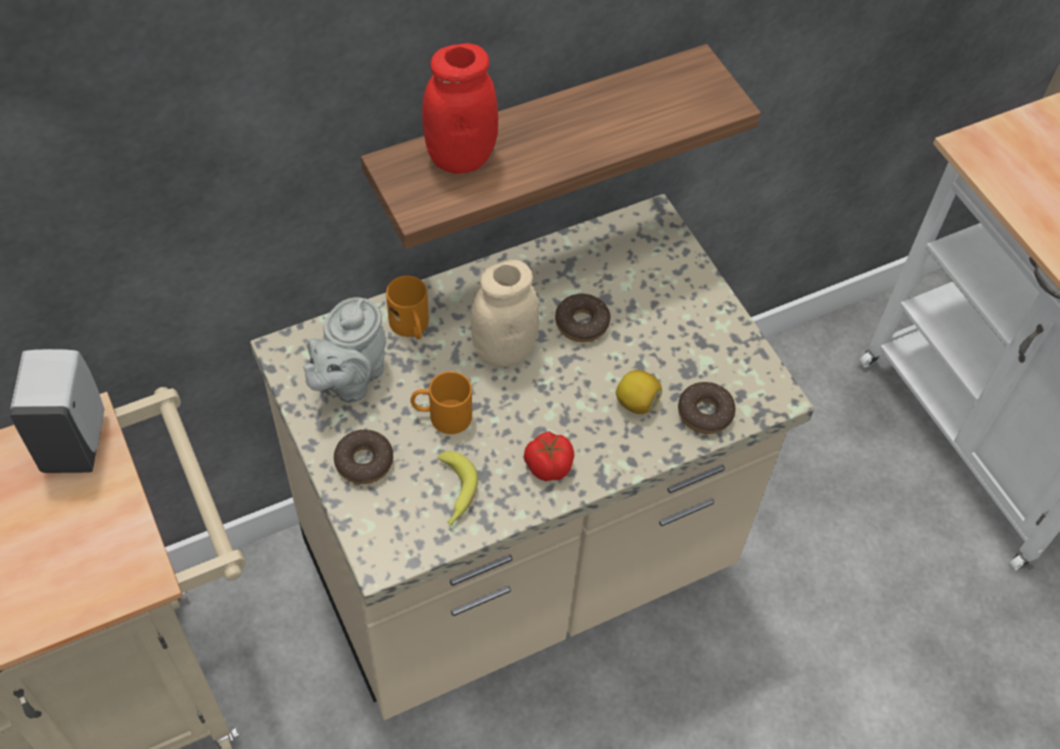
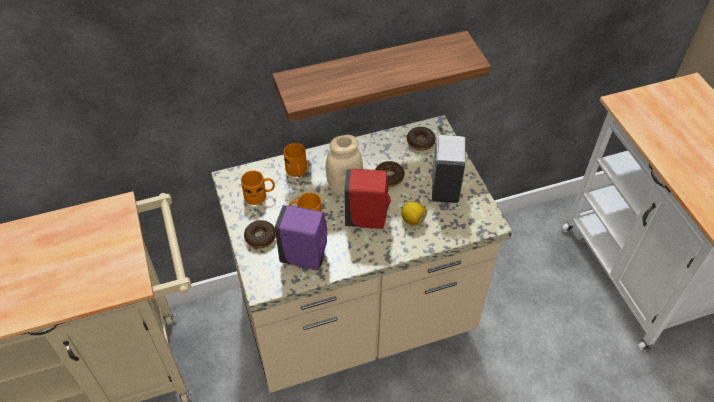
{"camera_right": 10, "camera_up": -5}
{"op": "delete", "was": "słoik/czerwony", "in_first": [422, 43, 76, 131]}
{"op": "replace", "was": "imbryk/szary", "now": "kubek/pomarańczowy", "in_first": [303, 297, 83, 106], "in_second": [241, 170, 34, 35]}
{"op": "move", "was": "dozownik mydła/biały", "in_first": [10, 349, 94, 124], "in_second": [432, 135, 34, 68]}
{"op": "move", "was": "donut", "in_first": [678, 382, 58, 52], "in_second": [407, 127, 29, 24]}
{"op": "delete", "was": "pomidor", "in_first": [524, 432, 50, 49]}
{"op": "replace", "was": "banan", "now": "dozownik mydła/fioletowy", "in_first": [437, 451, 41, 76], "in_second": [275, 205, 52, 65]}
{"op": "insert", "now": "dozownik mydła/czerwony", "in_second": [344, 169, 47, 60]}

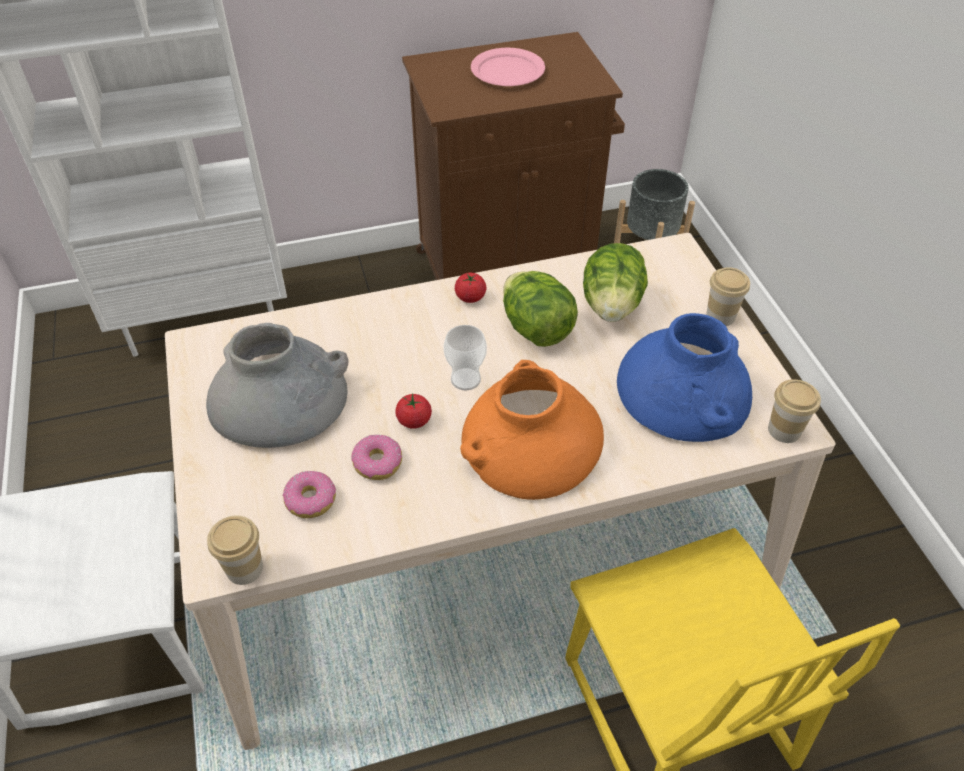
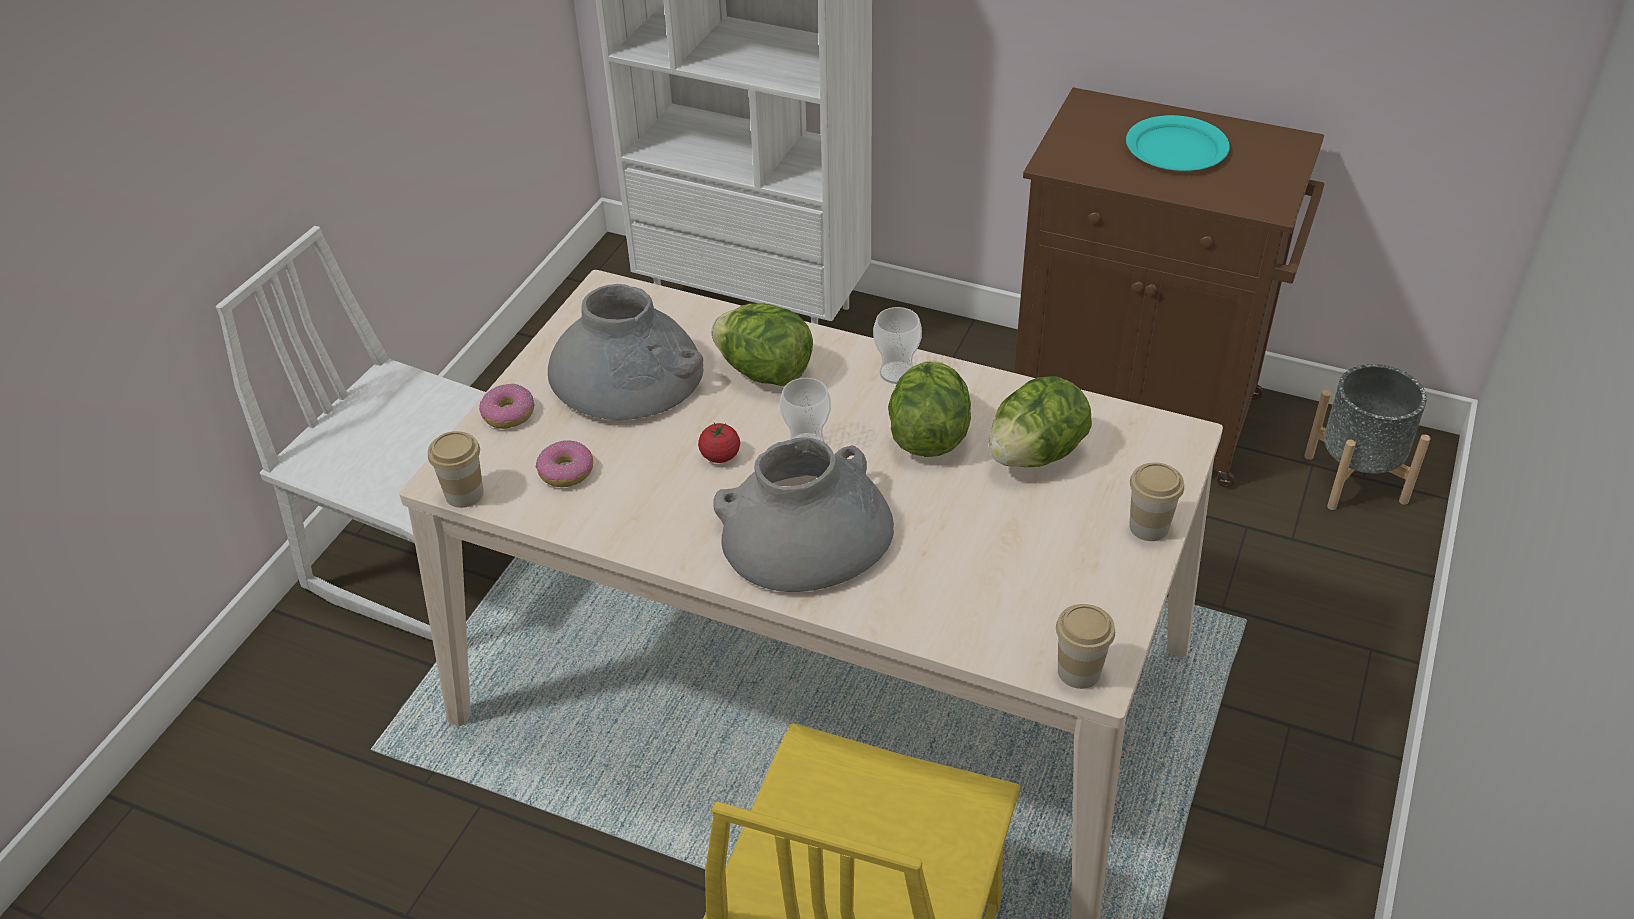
{"camera_right": 40, "camera_up": -5}
{"op": "recolor", "was": "talerz/różowy", "now": "talerz/turkusowy", "in_first": [471, 48, 74, 38], "in_second": [1126, 115, 104, 56]}
{"op": "replace", "was": "pomidor", "now": "filiżanka", "in_first": [455, 273, 31, 30], "in_second": [873, 307, 49, 77]}
{"op": "delete", "was": "wazon/niebieski", "in_first": [617, 313, 135, 129]}
{"op": "recolor", "was": "wazon/pomarańczowy", "now": "wazon/szary", "in_first": [460, 360, 144, 140], "in_second": [713, 437, 181, 155]}
{"op": "move", "was": "donut", "in_first": [351, 434, 51, 46], "in_second": [479, 383, 56, 46]}
{"op": "insert", "now": "sałata", "in_second": [711, 303, 102, 83]}

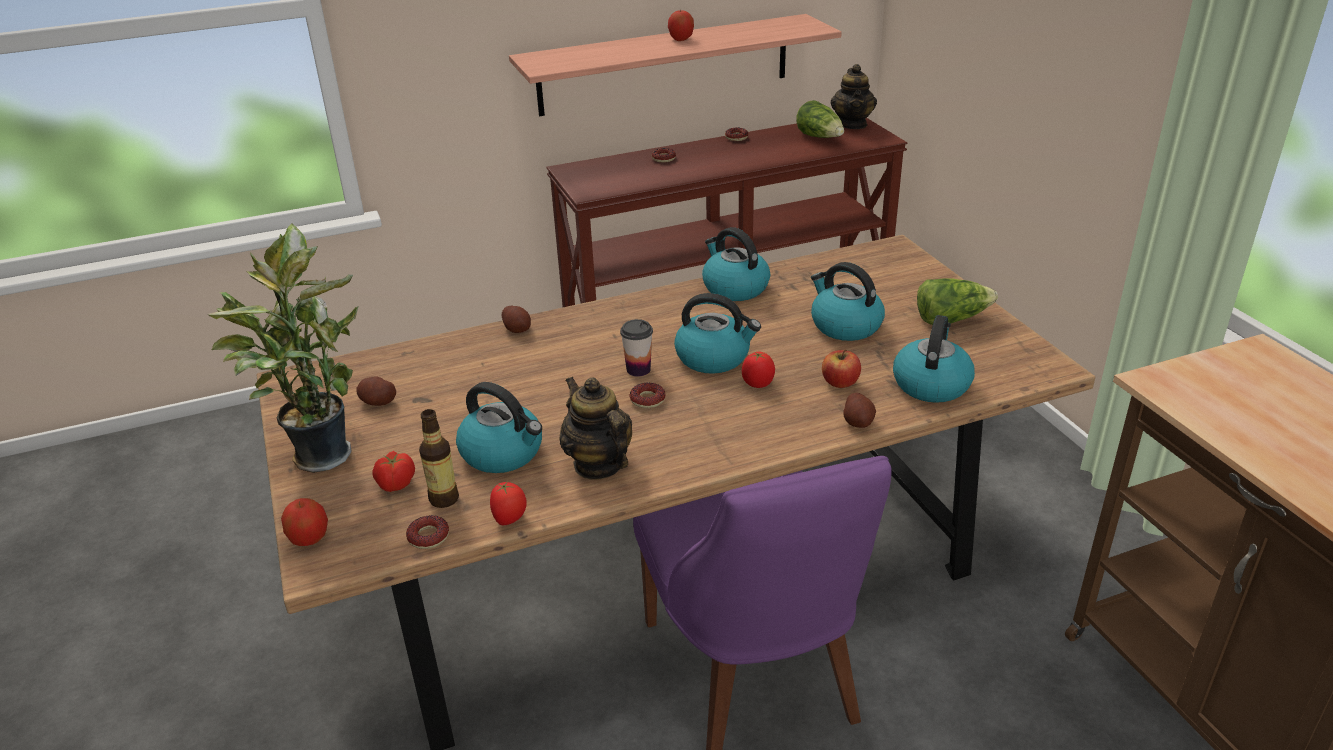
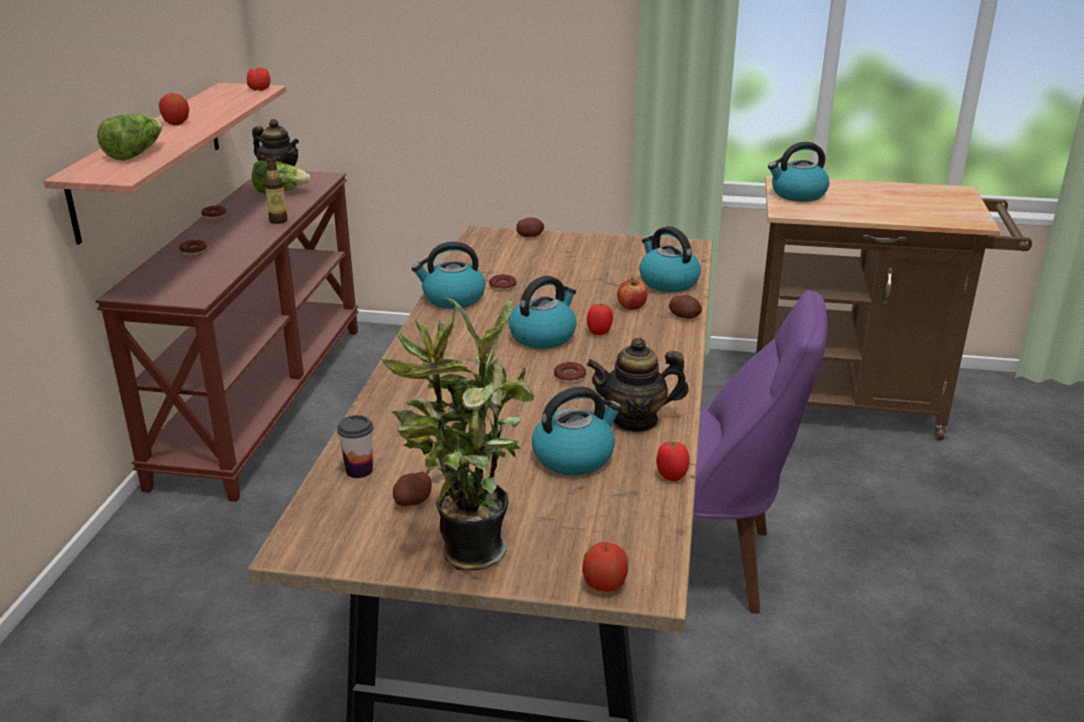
{"camera_right": -60, "camera_up": -5}
{"op": "move", "was": "czajnik", "in_first": [811, 262, 74, 79], "in_second": [768, 142, 62, 60]}
{"op": "move", "was": "sałata", "in_first": [917, 278, 81, 47], "in_second": [97, 114, 66, 47]}
{"op": "move", "was": "ziemniak", "in_first": [502, 306, 29, 27], "in_second": [516, 217, 28, 20]}
{"op": "move", "was": "filiżanka", "in_first": [620, 319, 33, 57], "in_second": [337, 415, 36, 63]}
{"op": "move", "was": "butelka", "in_first": [419, 409, 40, 99], "in_second": [265, 157, 23, 67]}
{"op": "move", "was": "pomidor", "in_first": [373, 451, 42, 41], "in_second": [247, 67, 23, 24]}
{"op": "move", "was": "donut", "in_first": [406, 515, 43, 34], "in_second": [489, 275, 28, 16]}

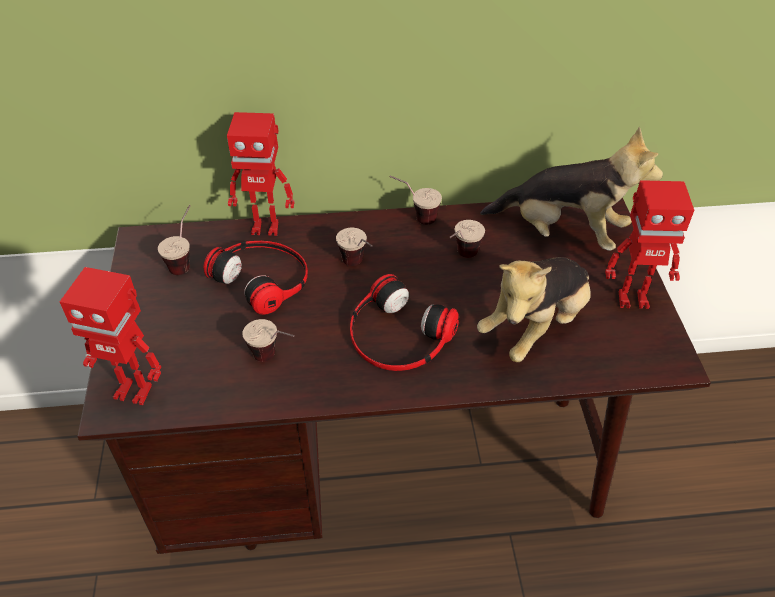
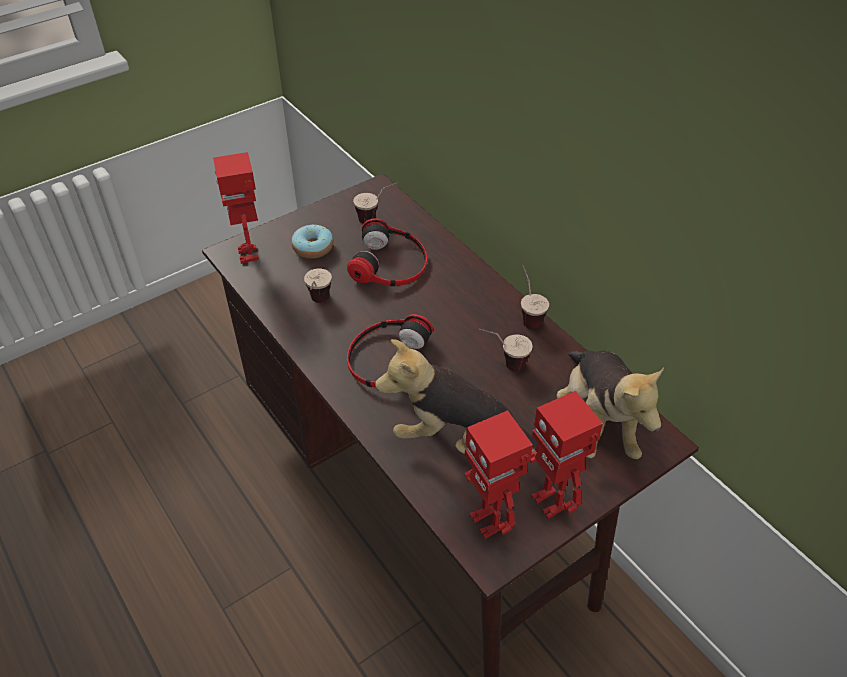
{"camera_right": 60, "camera_up": 0}
{"op": "move", "was": "robot zabawkowy", "in_first": [227, 112, 68, 124], "in_second": [464, 410, 69, 129]}
{"op": "delete", "was": "filiżanka", "in_first": [336, 228, 37, 38]}
{"op": "insert", "now": "donut", "in_second": [292, 225, 41, 33]}

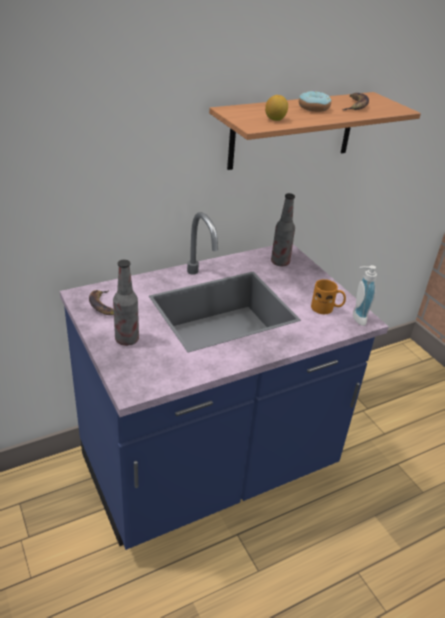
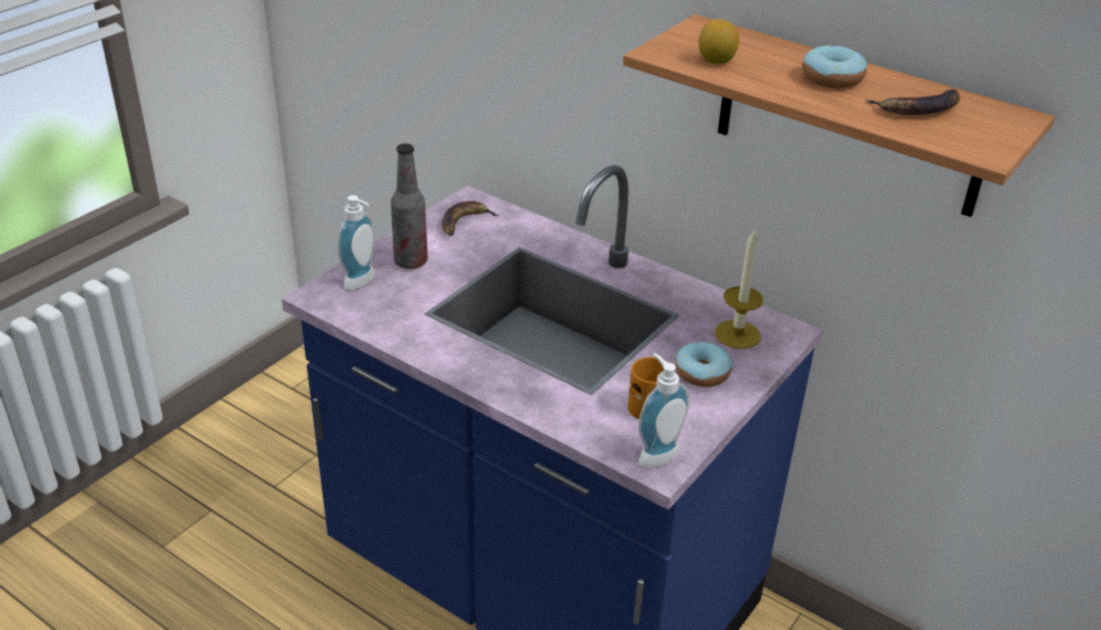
{"camera_right": 65, "camera_up": 0}
{"op": "replace", "was": "butelka", "now": "świeca", "in_first": [271, 193, 24, 73], "in_second": [715, 229, 49, 120]}
{"op": "insert", "now": "dozownik mydła", "in_second": [337, 195, 38, 96]}
{"op": "insert", "now": "donut", "in_second": [675, 342, 57, 45]}

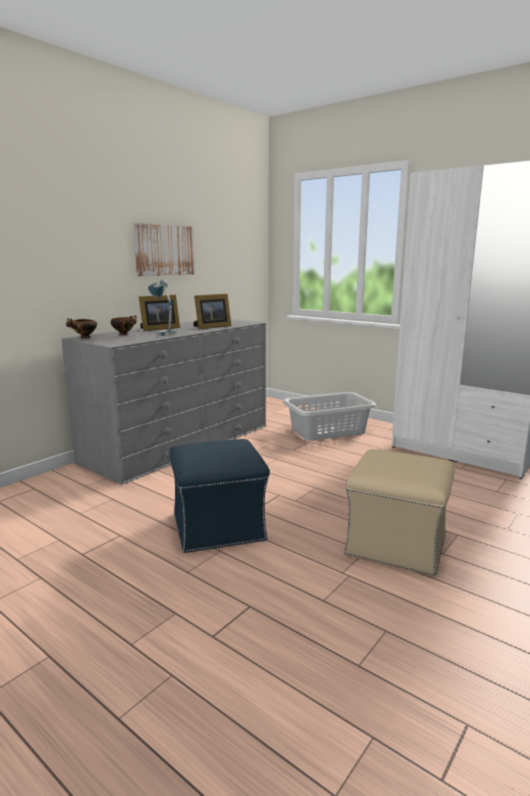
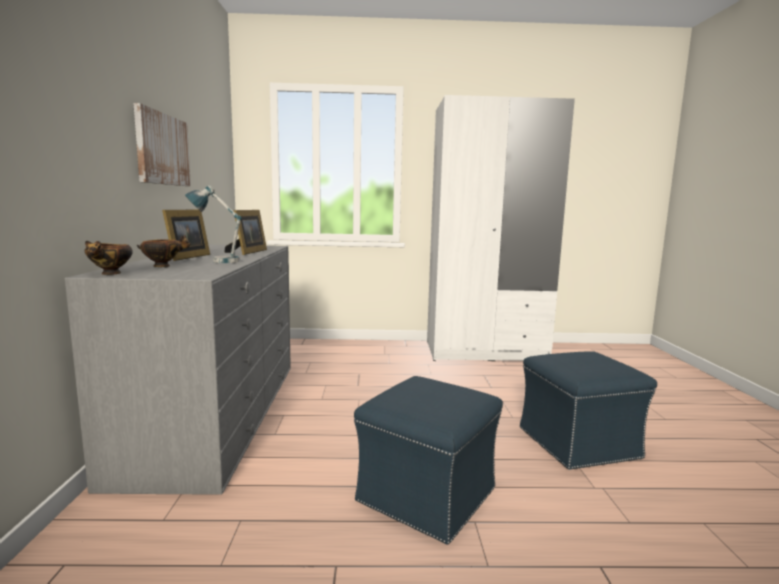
{"camera_right": -40, "camera_up": -5}
{"op": "delete", "was": "kosz na pranie/szary", "in_first": [283, 392, 93, 49]}
{"op": "recolor", "was": "pufa/beżowy", "now": "pufa/niebieski", "in_first": [344, 449, 111, 127], "in_second": [520, 351, 137, 119]}

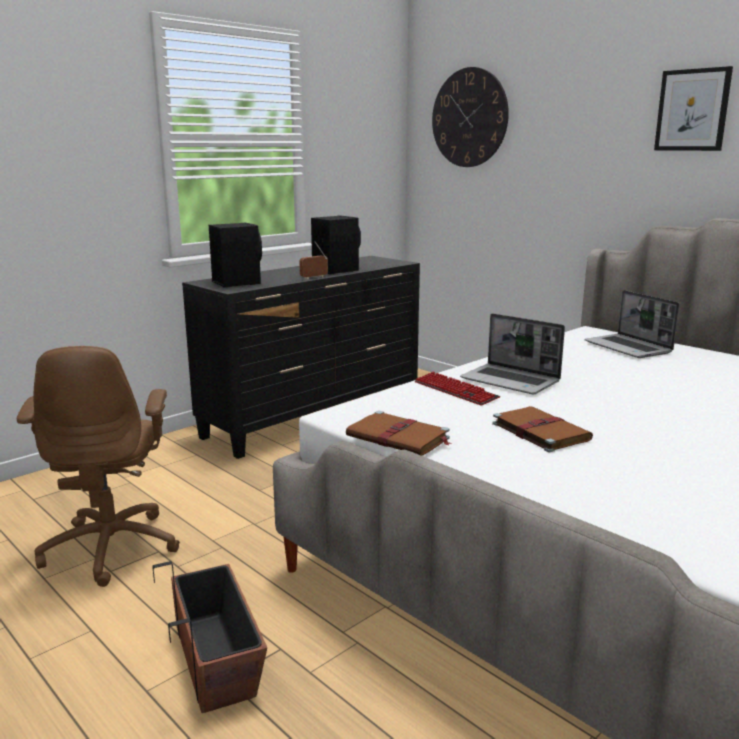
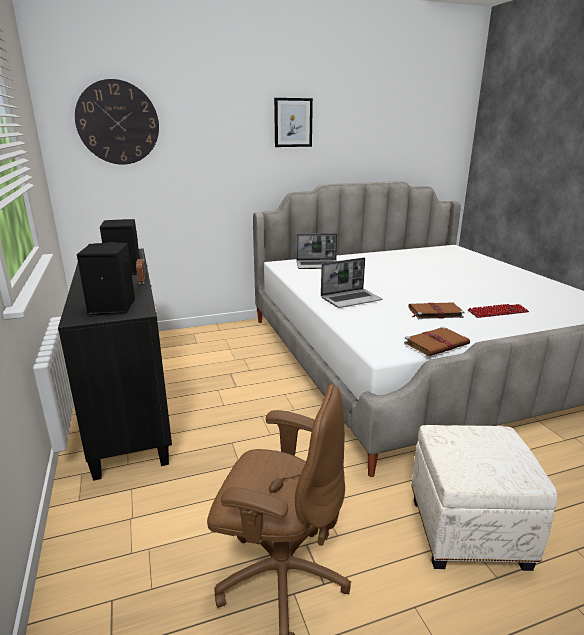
{"camera_right": -65, "camera_up": 5}
{"op": "move", "was": "klawiatura", "in_first": [415, 372, 85, 34], "in_second": [468, 304, 61, 14]}
{"op": "replace", "was": "donica", "now": "pufa/biały", "in_first": [152, 561, 115, 152], "in_second": [411, 425, 147, 146]}

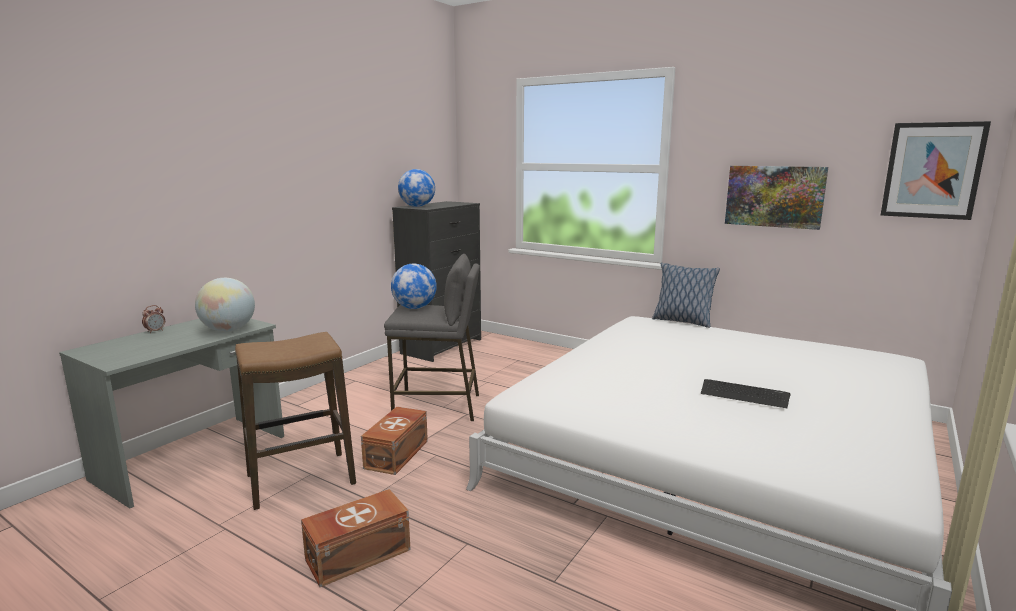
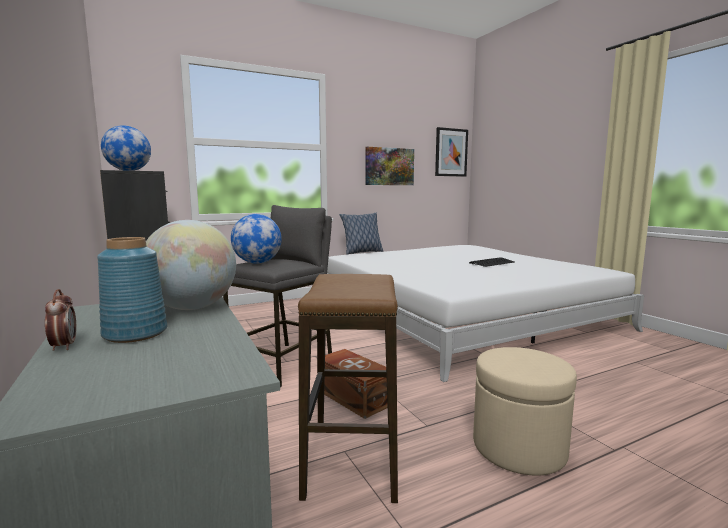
{"camera_right": -60, "camera_up": -5}
{"op": "replace", "was": "pojemnik do przechowywania/brązowy", "now": "pufa/beżowy", "in_first": [301, 489, 109, 98], "in_second": [473, 347, 104, 129]}
{"op": "insert", "now": "wazon/niebieski", "in_second": [97, 237, 70, 106]}

